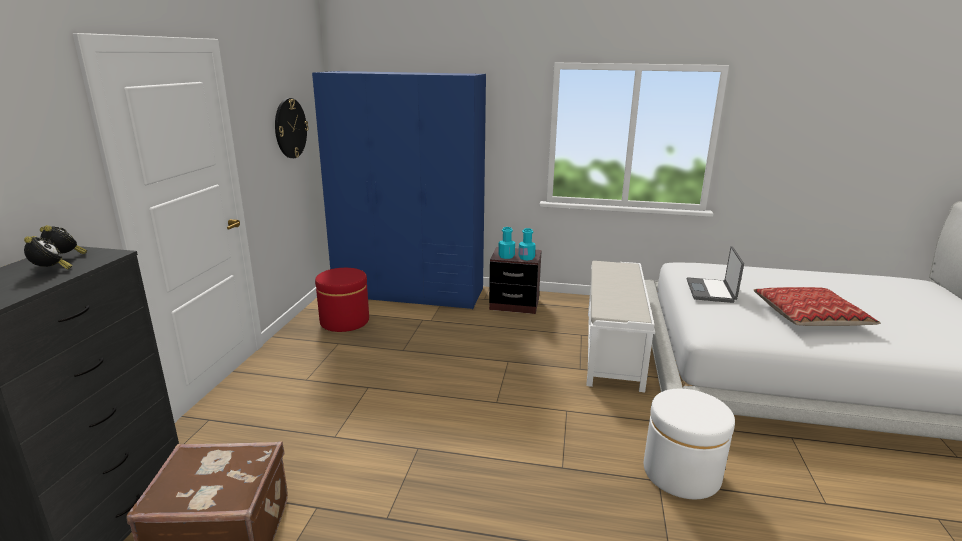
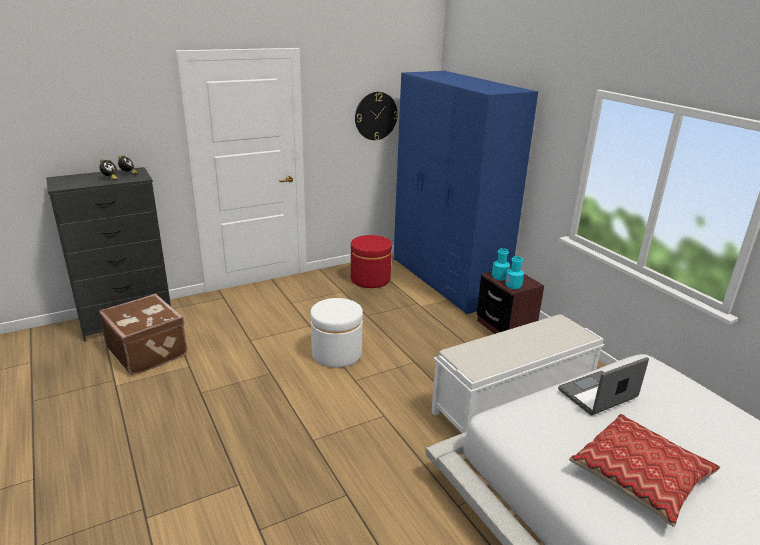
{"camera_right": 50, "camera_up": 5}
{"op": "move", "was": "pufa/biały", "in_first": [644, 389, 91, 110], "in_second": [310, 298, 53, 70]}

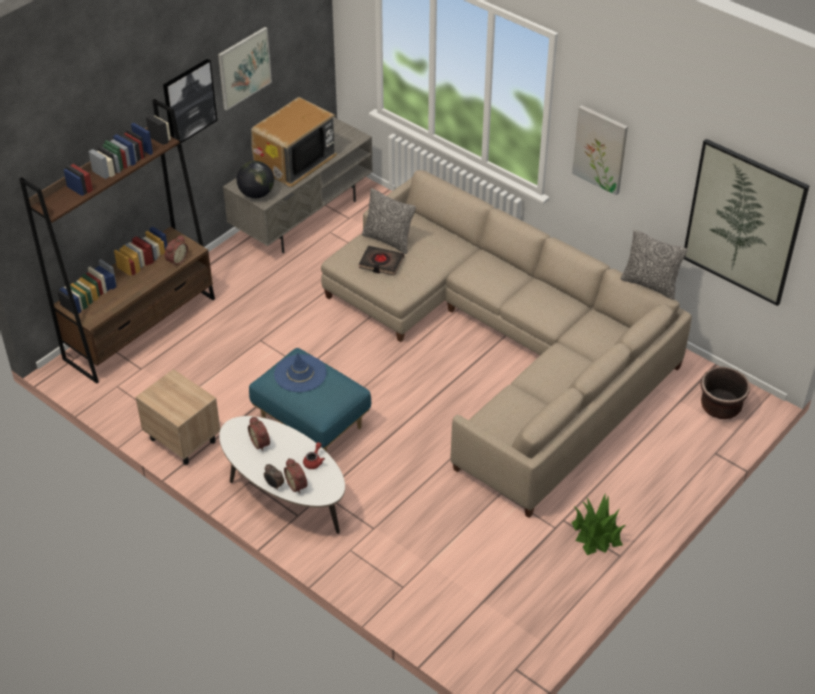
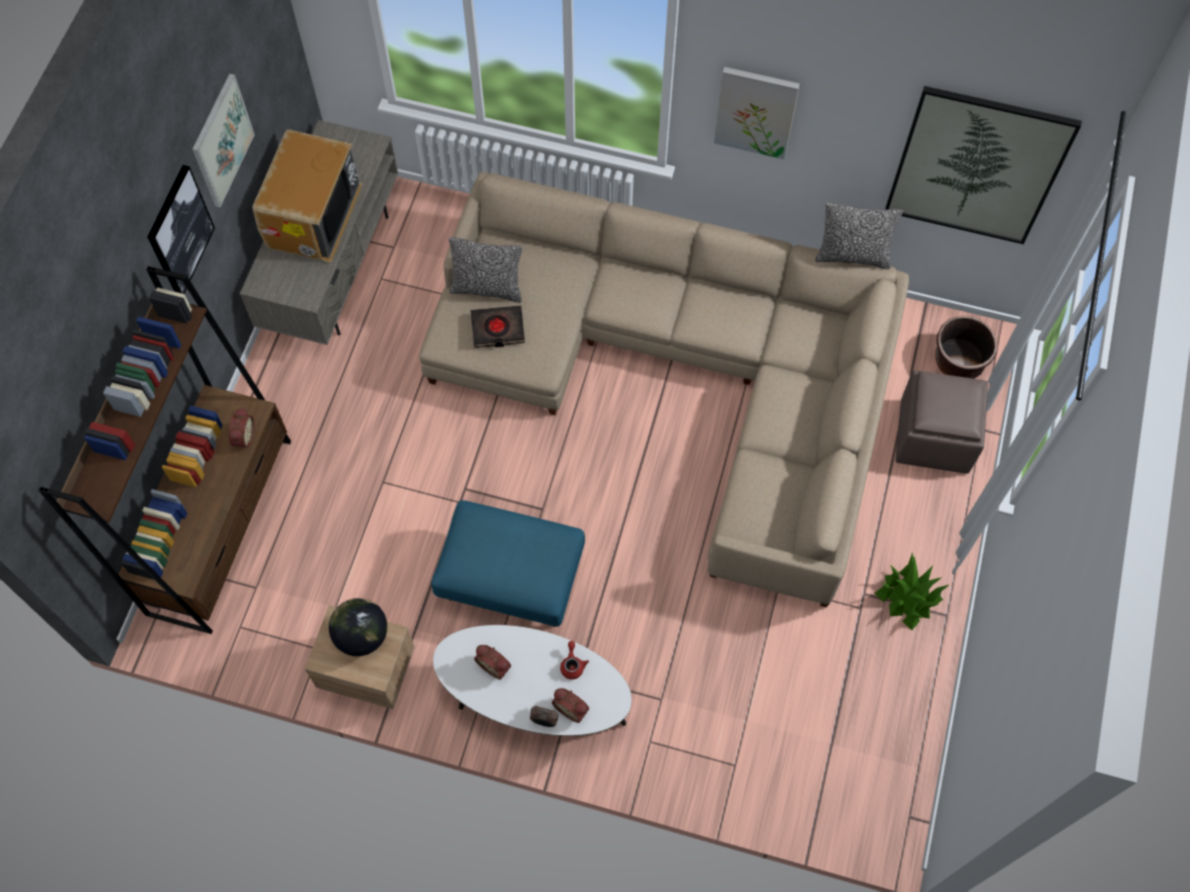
{"camera_right": -25, "camera_up": 20}
{"op": "move", "was": "globus", "in_first": [237, 161, 37, 37], "in_second": [329, 598, 58, 58]}
{"op": "delete", "was": "kapelusz/niebieski", "in_first": [274, 352, 53, 40]}
{"op": "insert", "now": "pufa/brązowy", "in_second": [896, 370, 92, 104]}

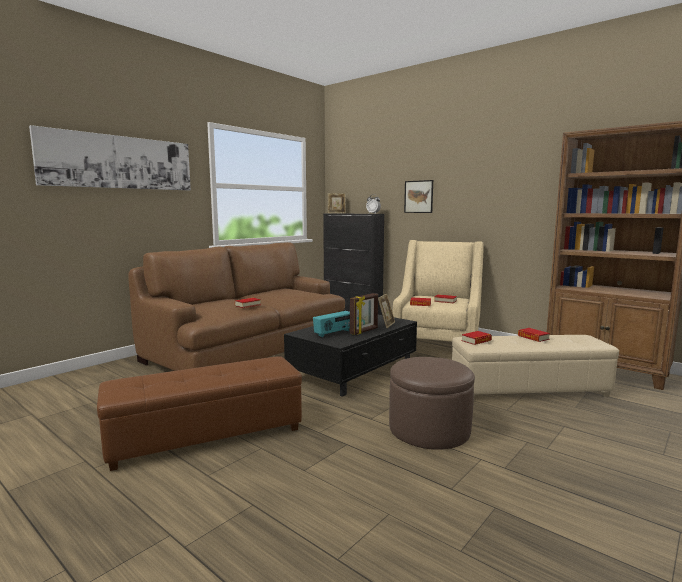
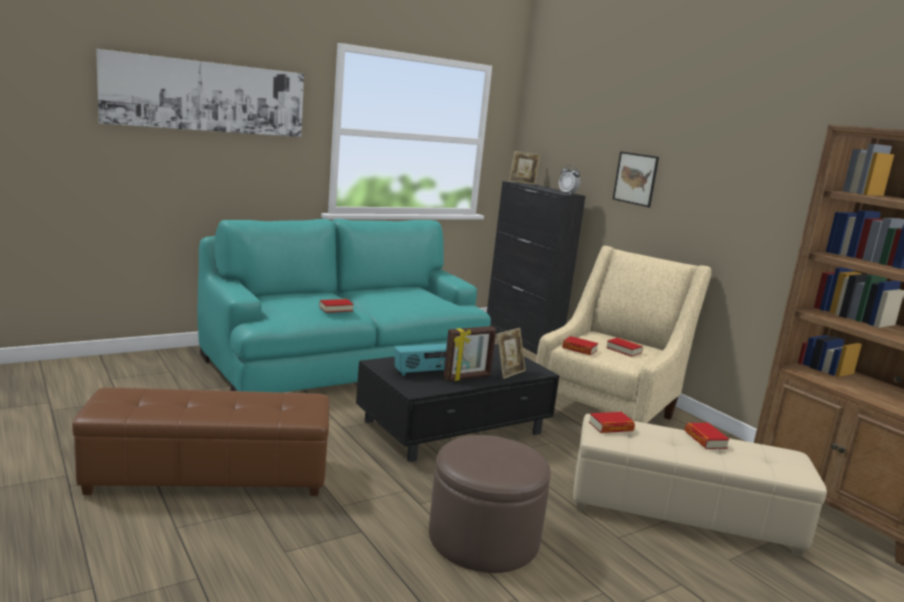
{"camera_right": 15, "camera_up": 5}
{"op": "recolor", "was": "kanapa/brązowy", "now": "kanapa/turkusowy", "in_first": [128, 242, 217, 129], "in_second": [198, 219, 293, 173]}

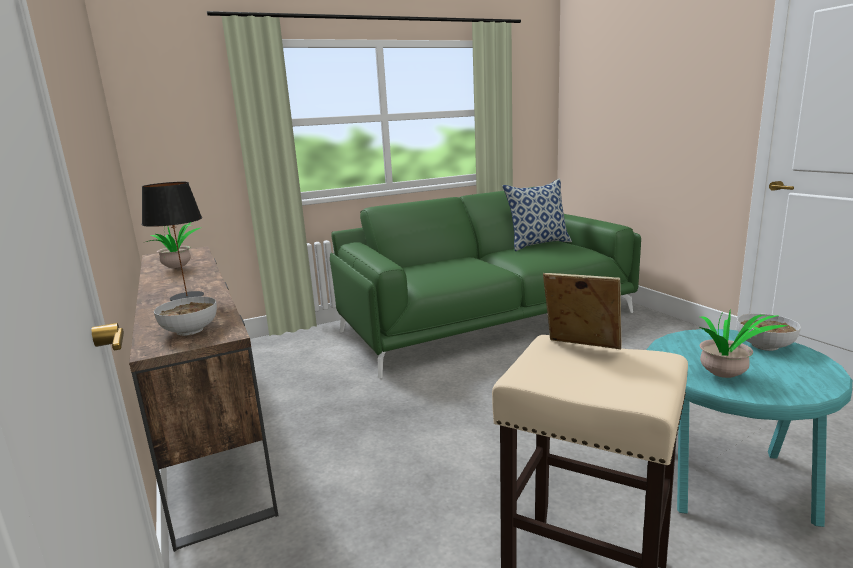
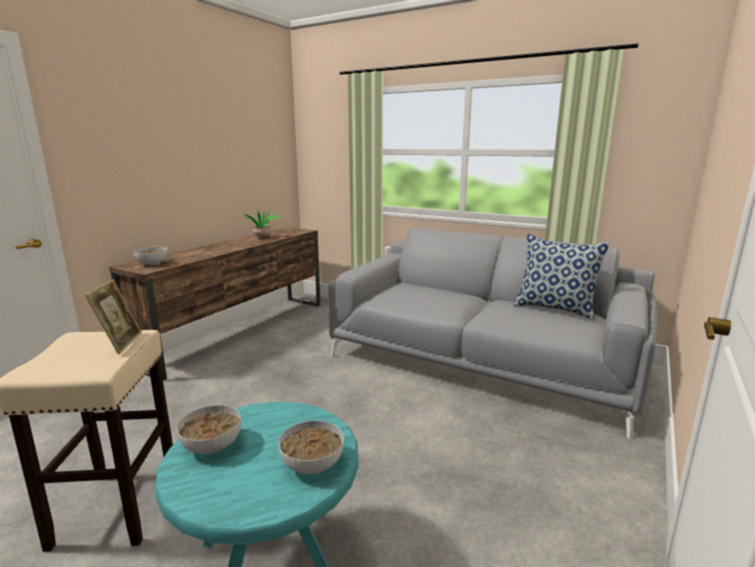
{"camera_right": 55, "camera_up": 0}
{"op": "delete", "was": "lampa stołowa/czarny", "in_first": [142, 182, 62, 119]}
{"op": "recolor", "was": "kanapa/zielony", "now": "kanapa/szary", "in_first": [330, 187, 311, 191], "in_second": [328, 228, 329, 211]}
{"op": "replace", "was": "roślina doniczkowa", "now": "miska", "in_first": [698, 310, 90, 68], "in_second": [176, 405, 65, 49]}

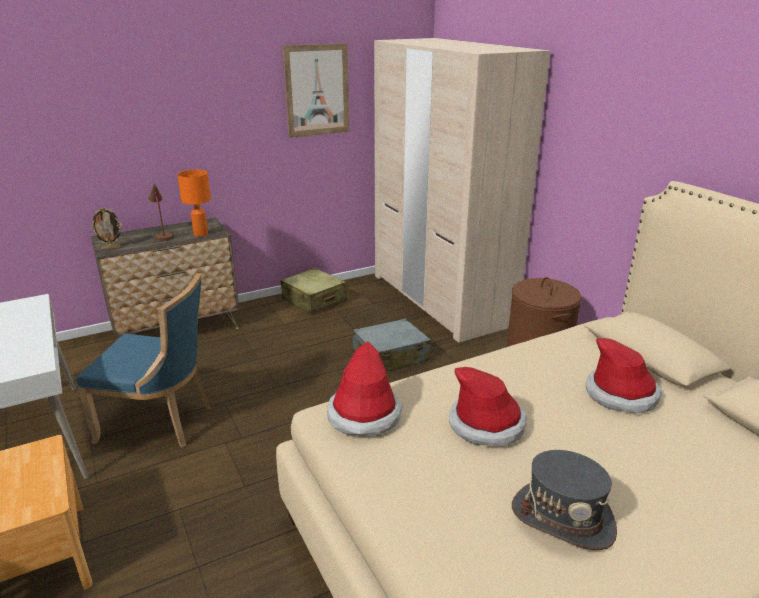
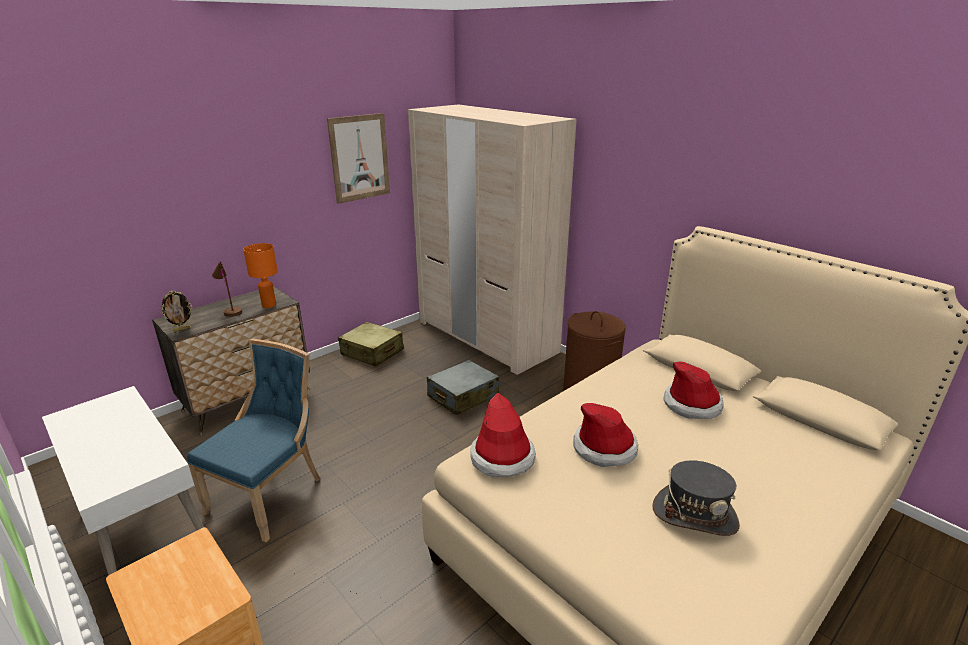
{"camera_right": -15, "camera_up": 0}
{"op": "rotate", "was": "krzesło/niebieski", "in_first": [77, 273, 135, 175], "in_second": [187, 339, 133, 203], "clockwise": -60}

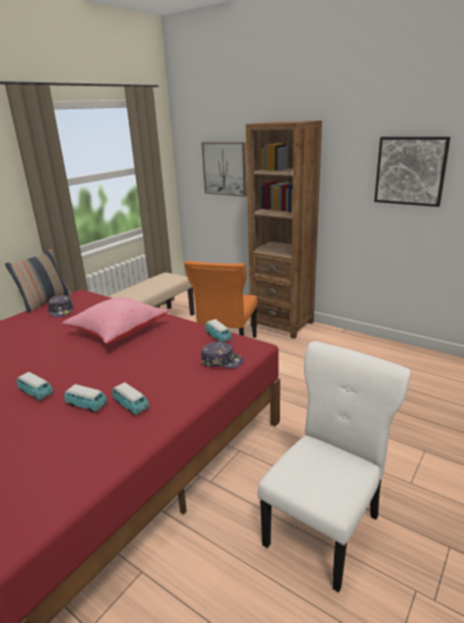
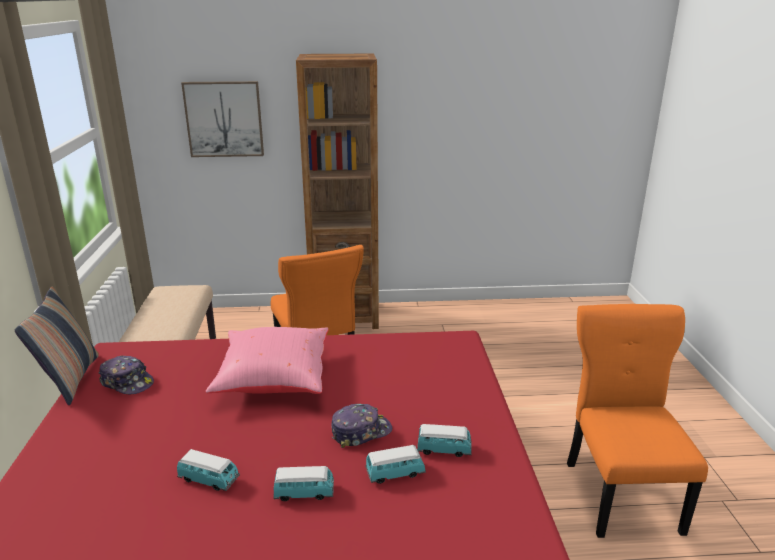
{"camera_right": -40, "camera_up": 0}
{"op": "delete", "was": "obraz", "in_first": [374, 137, 76, 70]}
{"op": "move", "was": "samochodzik", "in_first": [205, 319, 27, 23], "in_second": [177, 449, 63, 42]}
{"op": "recolor", "was": "krzesło/biały", "now": "krzesło/pomarańczowy", "in_first": [257, 341, 154, 252], "in_second": [567, 304, 141, 234]}
{"op": "move", "was": "czapka z daszkiem", "in_first": [201, 342, 42, 26], "in_second": [331, 404, 61, 44]}

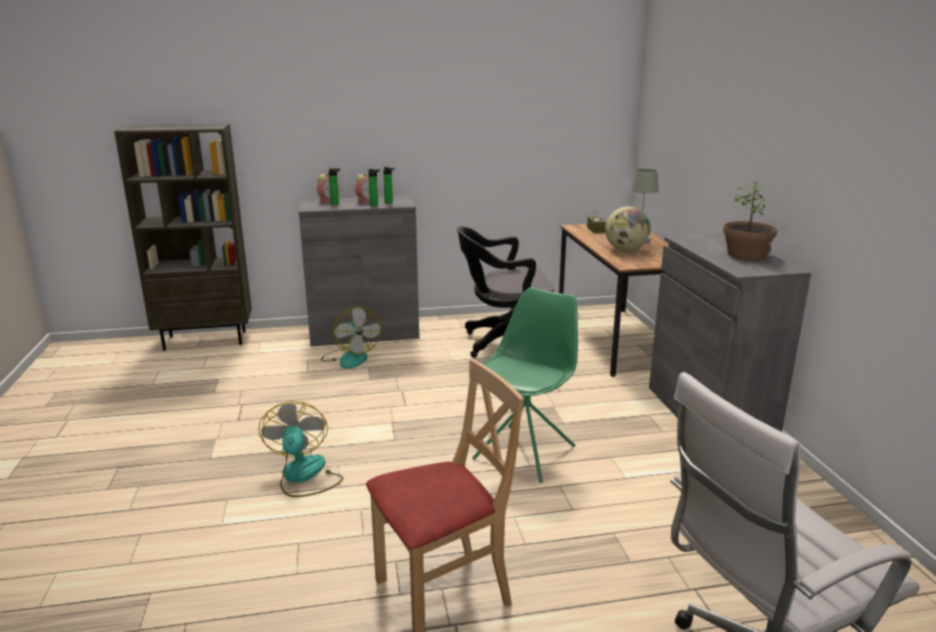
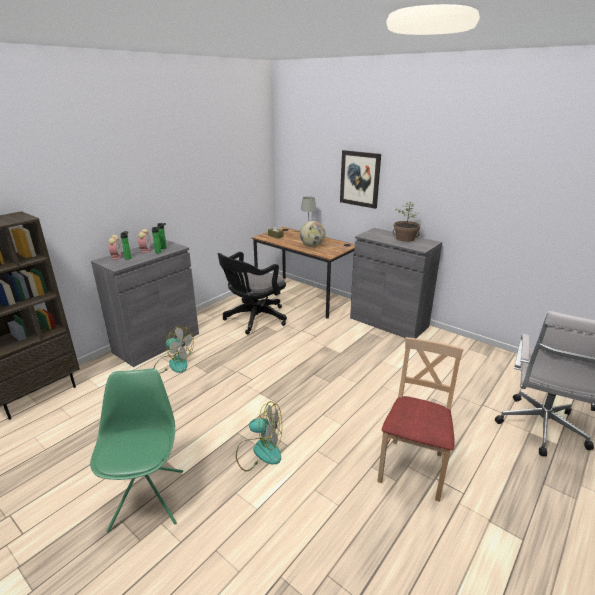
{"camera_right": -40, "camera_up": 5}
{"op": "move", "was": "krzesło/zielony", "in_first": [472, 287, 106, 196], "in_second": [90, 368, 93, 165]}
{"op": "rotate", "was": "wentylator", "in_first": [258, 401, 85, 96], "in_second": [236, 401, 46, 70], "clockwise": 150}
{"op": "insert", "now": "obraz", "in_second": [340, 150, 41, 59]}

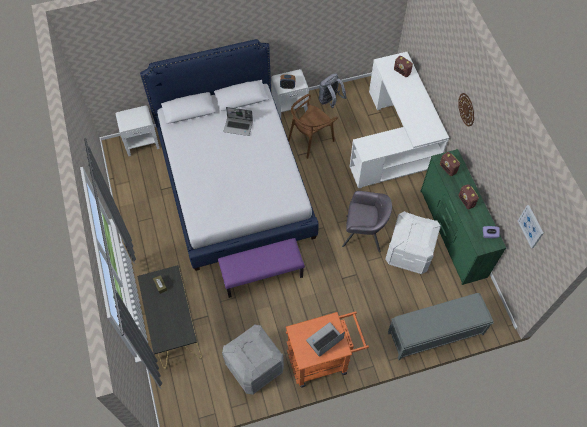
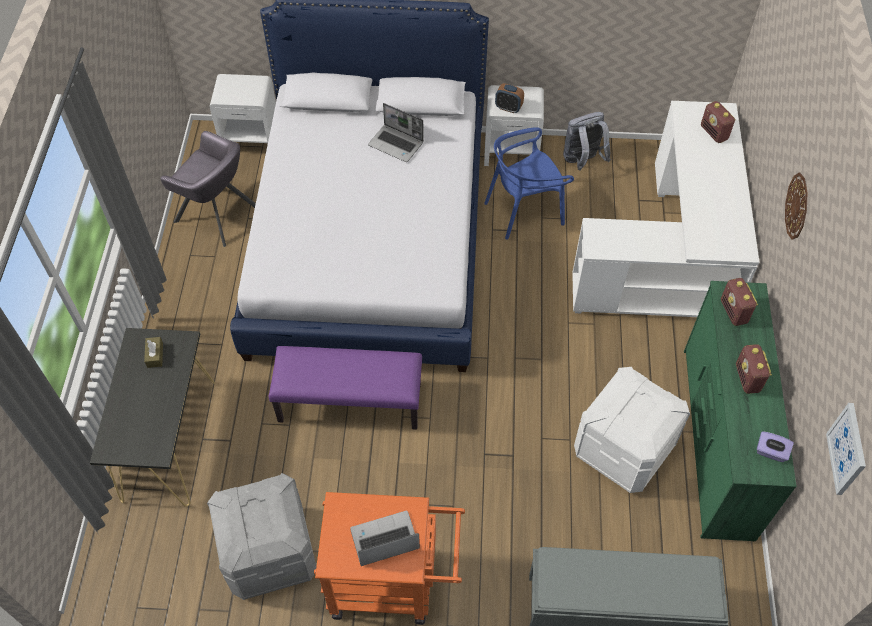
{"camera_right": 20, "camera_up": -5}
{"op": "recolor", "was": "krzesło/brązowy", "now": "krzesło/niebieski", "in_first": [288, 94, 50, 65], "in_second": [484, 127, 90, 113]}
{"op": "move", "was": "fotel/szary", "in_first": [342, 191, 50, 62], "in_second": [160, 131, 96, 116]}

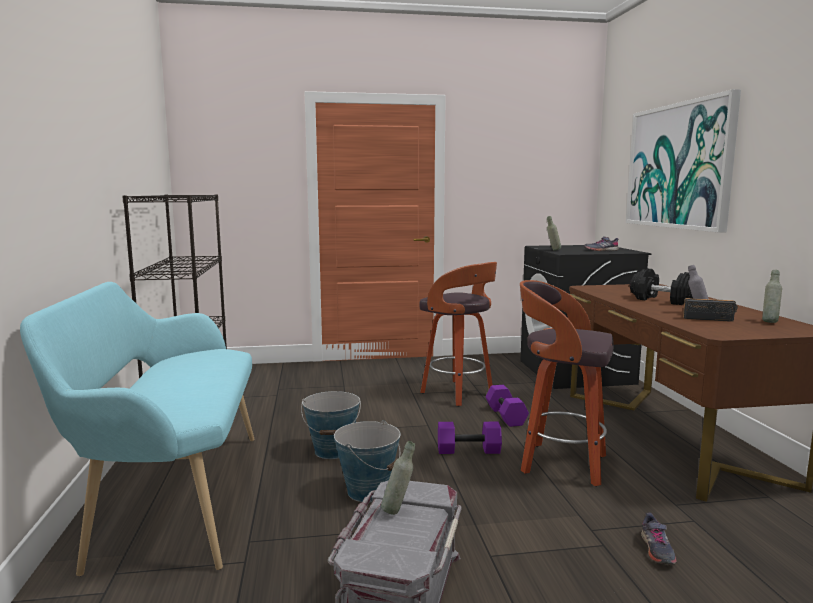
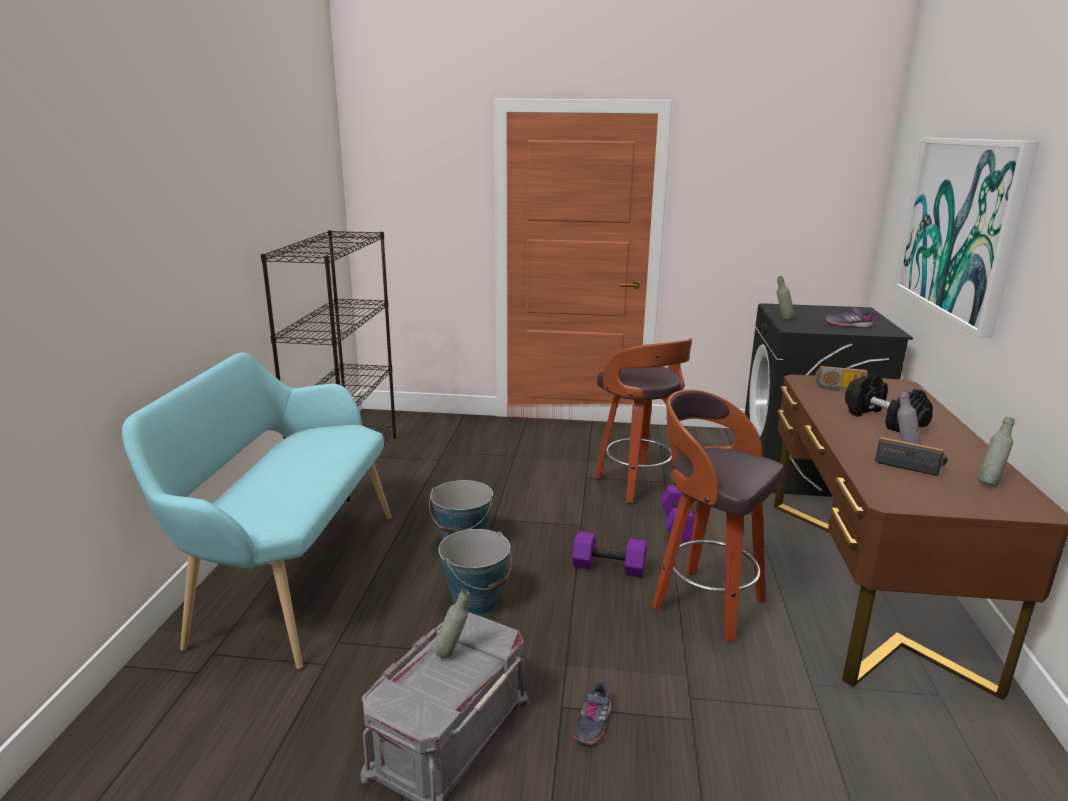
{"camera_right": 15, "camera_up": 10}
{"op": "move", "was": "but/szary", "in_first": [641, 513, 36, 52], "in_second": [573, 680, 39, 65]}
{"op": "insert", "now": "radio", "in_second": [815, 366, 53, 25]}

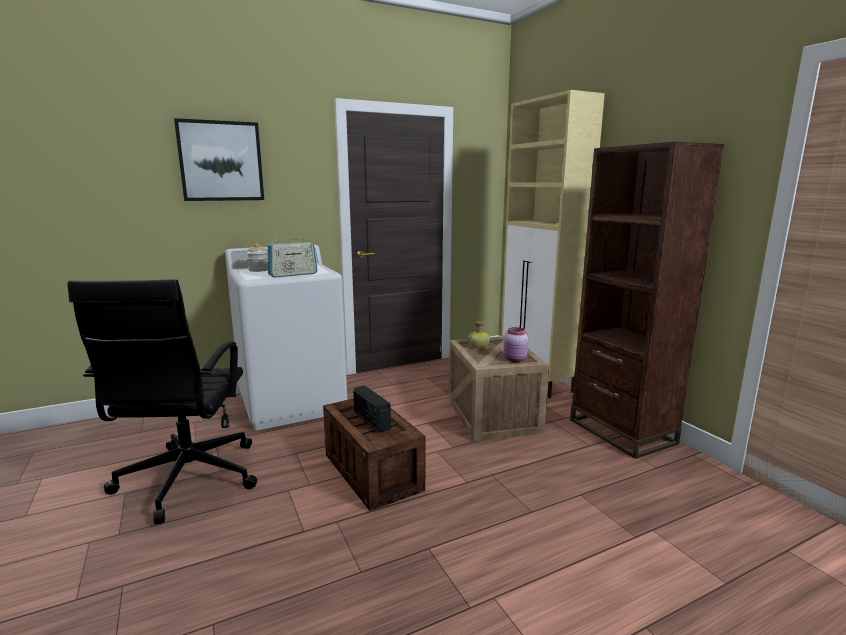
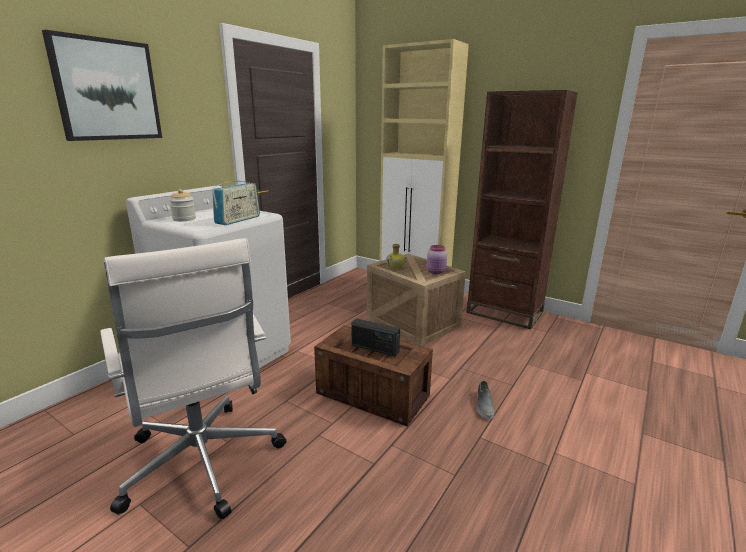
{"camera_right": -30, "camera_up": 5}
{"op": "recolor", "was": "krzesło biurowe/czarny", "now": "krzesło biurowe/biały", "in_first": [67, 279, 190, 246], "in_second": [100, 238, 187, 281]}
{"op": "insert", "now": "but/szary", "in_second": [477, 381, 17, 38]}

